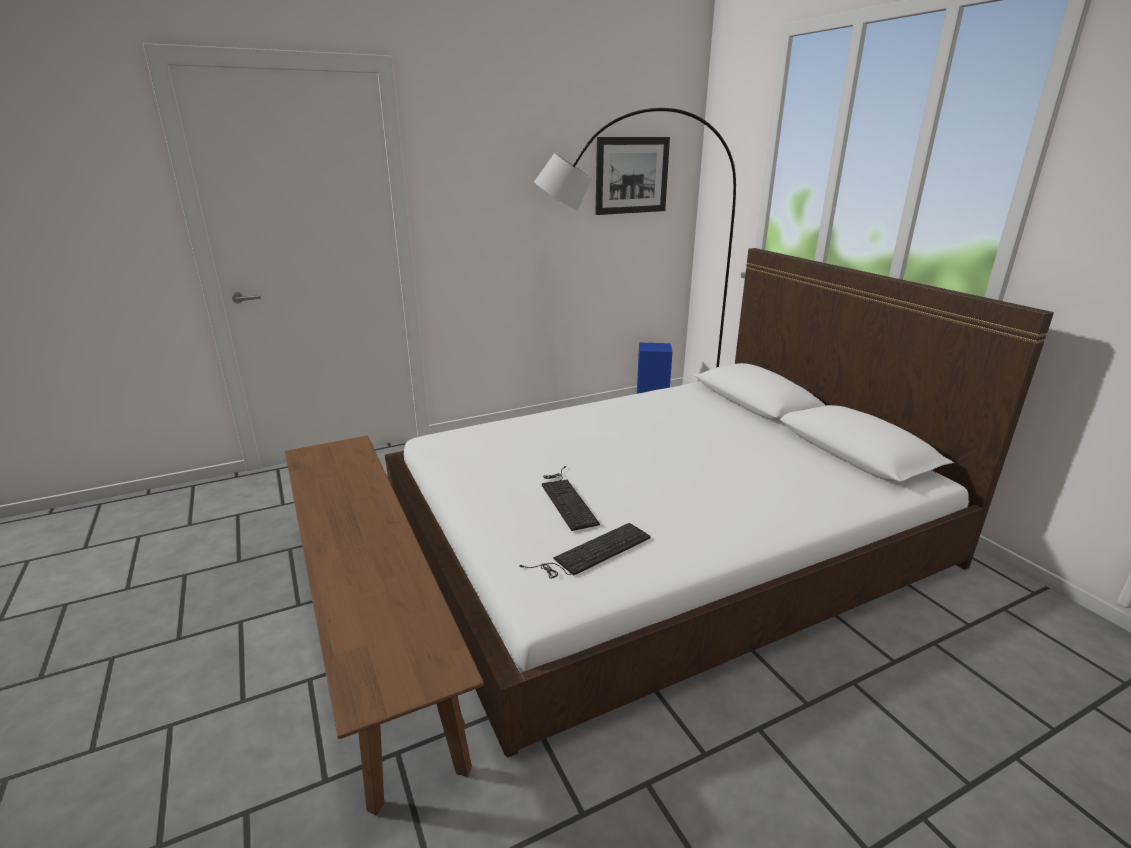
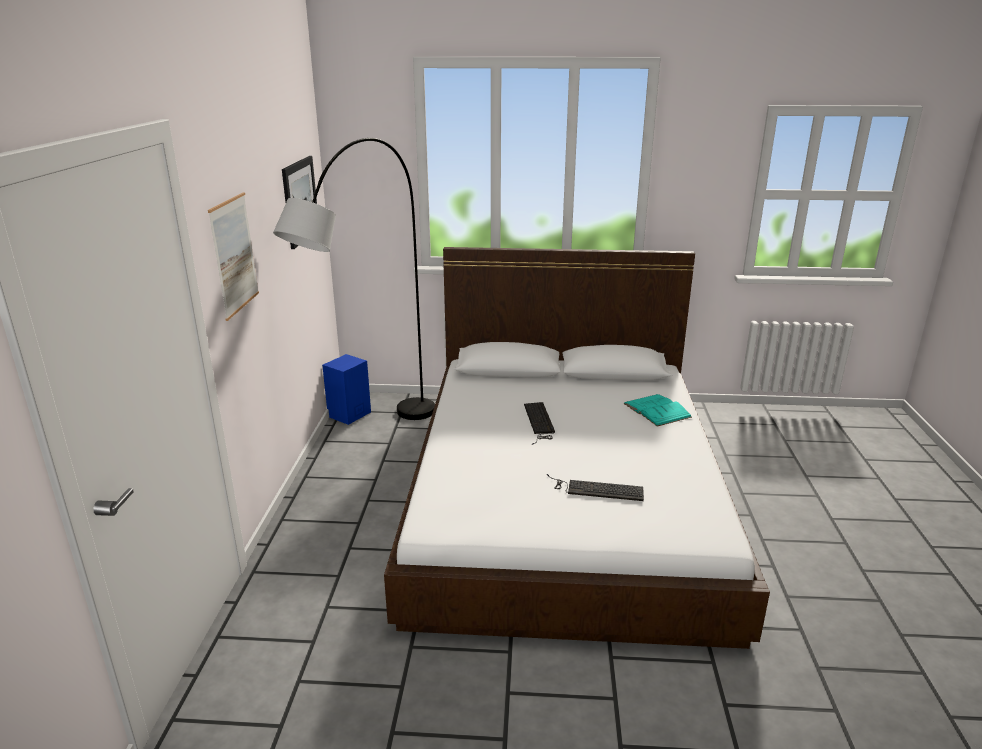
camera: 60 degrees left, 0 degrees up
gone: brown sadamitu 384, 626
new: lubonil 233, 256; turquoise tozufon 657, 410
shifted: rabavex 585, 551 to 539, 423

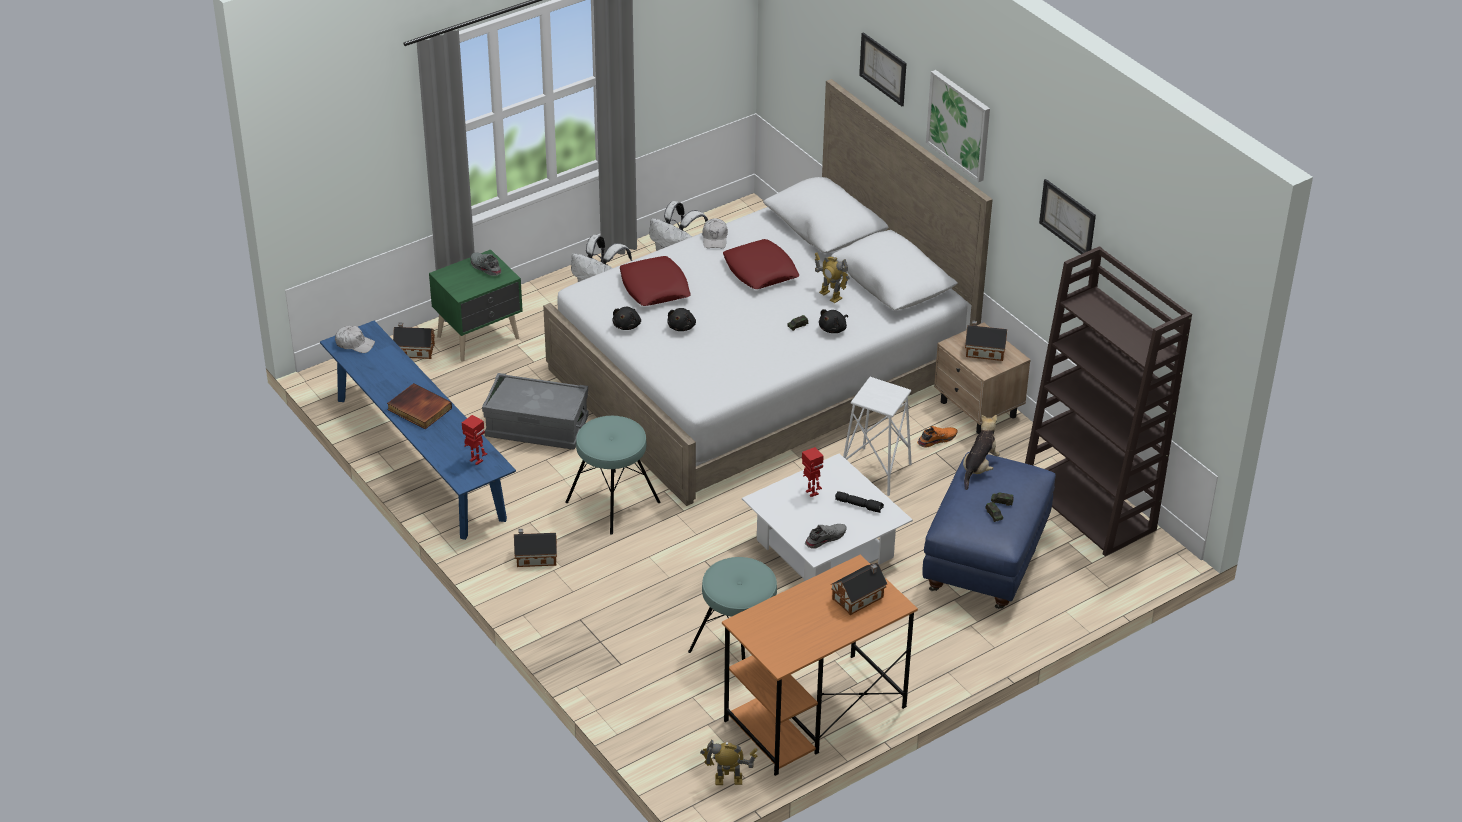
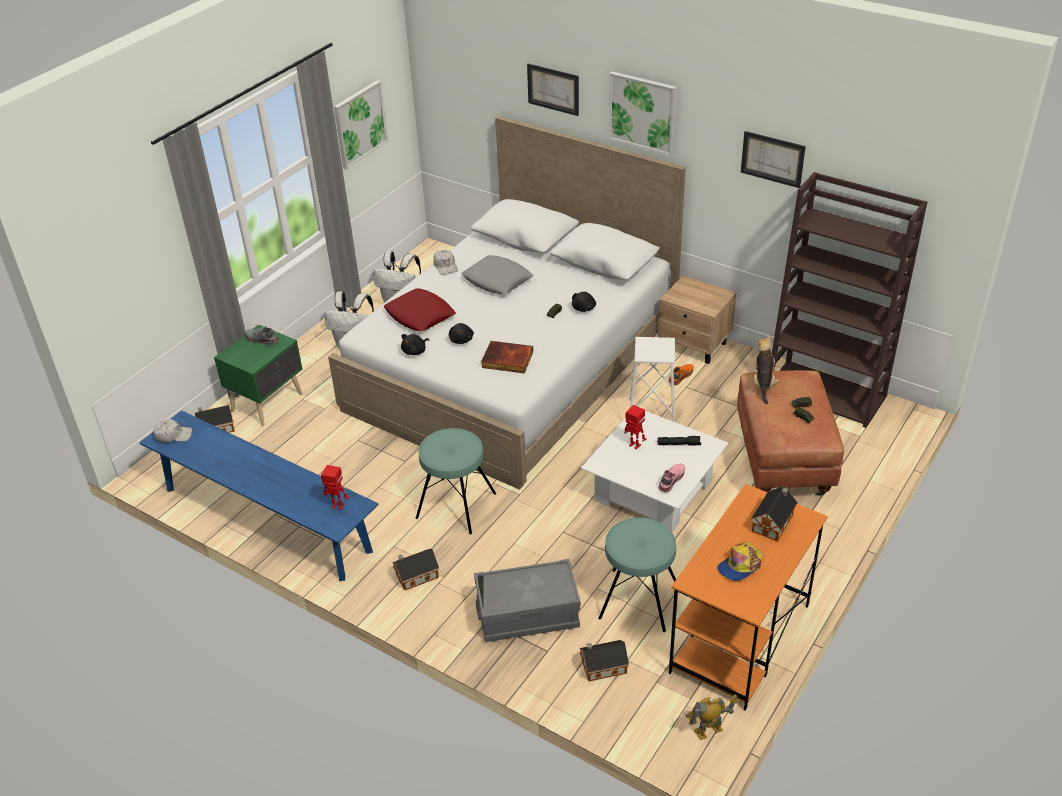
camera: 20 degrees left, 0 degrees up
gone: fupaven 832, 278
new: lubonil 361, 124; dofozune 740, 561
shifted: tozufon 419, 406 to 507, 357; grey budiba 535, 411 to 527, 600; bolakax 986, 341 to 604, 660
repainted: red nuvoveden 761, 264 to grey nuvoveden 497, 274; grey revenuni 825, 536 to pink revenuni 671, 477; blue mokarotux 989, 530 to brown mokarotux 790, 433
rotated: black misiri 627, 318 = 415, 344 45 degrees clockwise

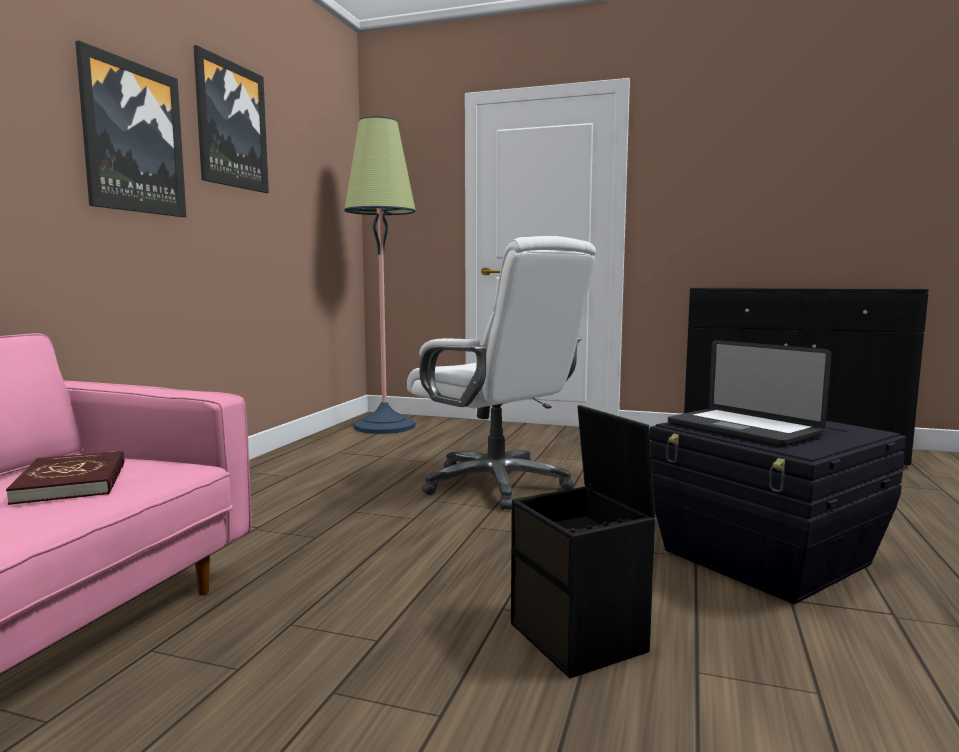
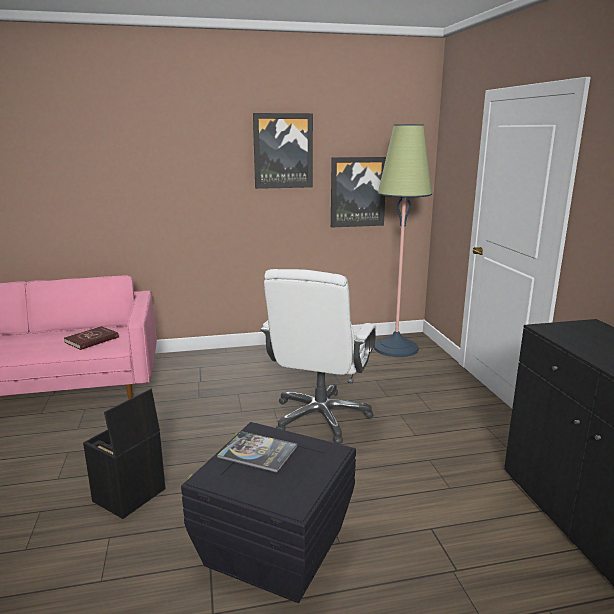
camera: 60 degrees right, 10 degrees up
shifted: lubonil 130, 129 to 358, 192
swapped: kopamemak 749, 393 to tozufon 257, 452

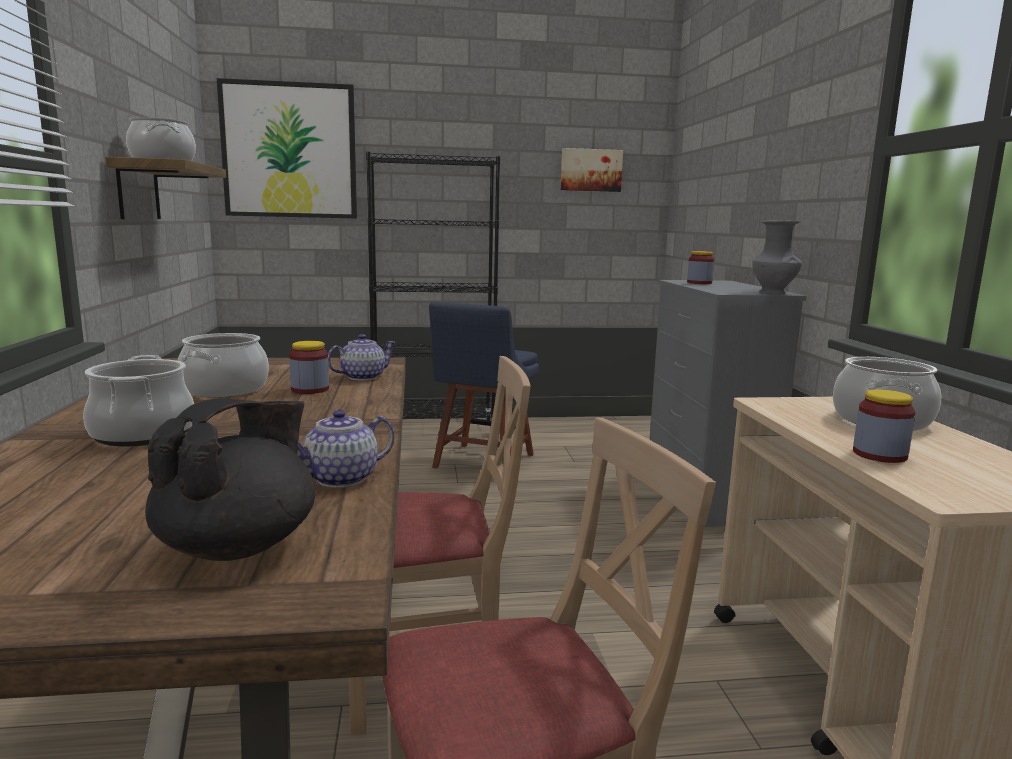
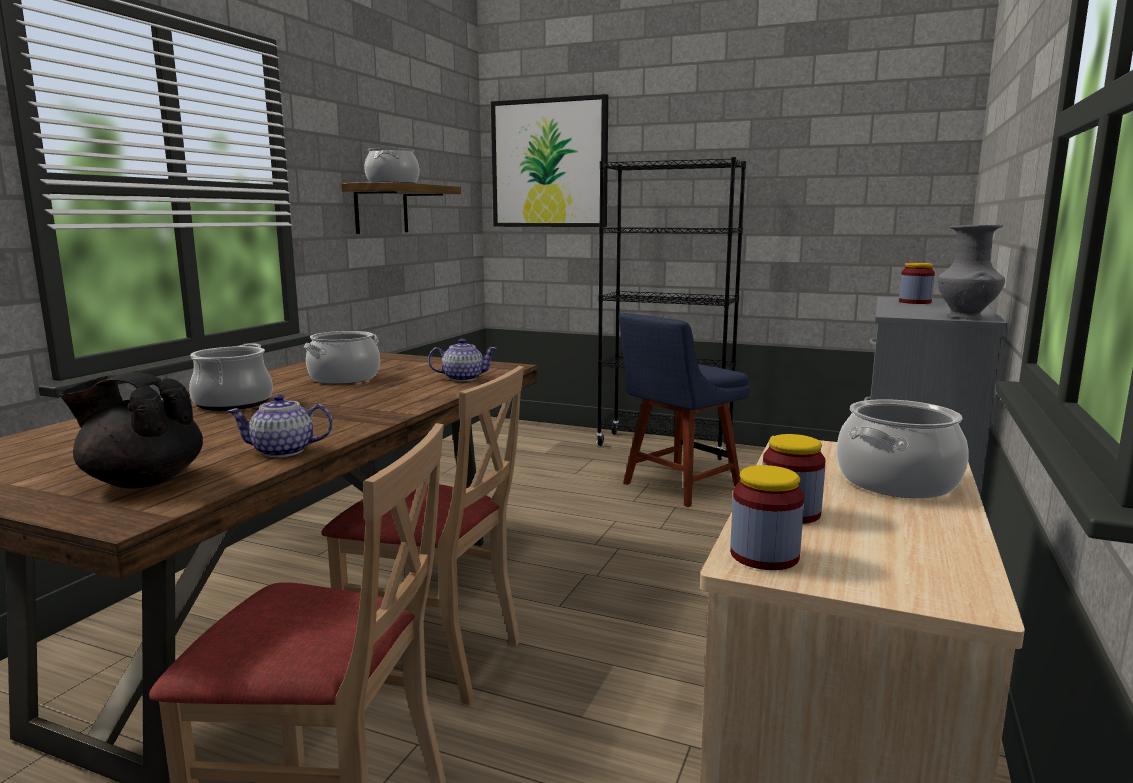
camera: 30 degrees right, 0 degrees up
gone: lubonil 591, 170
shifted: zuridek 309, 367 to 767, 517
rotated: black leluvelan 230, 480 = 131, 430 135 degrees counterclockwise

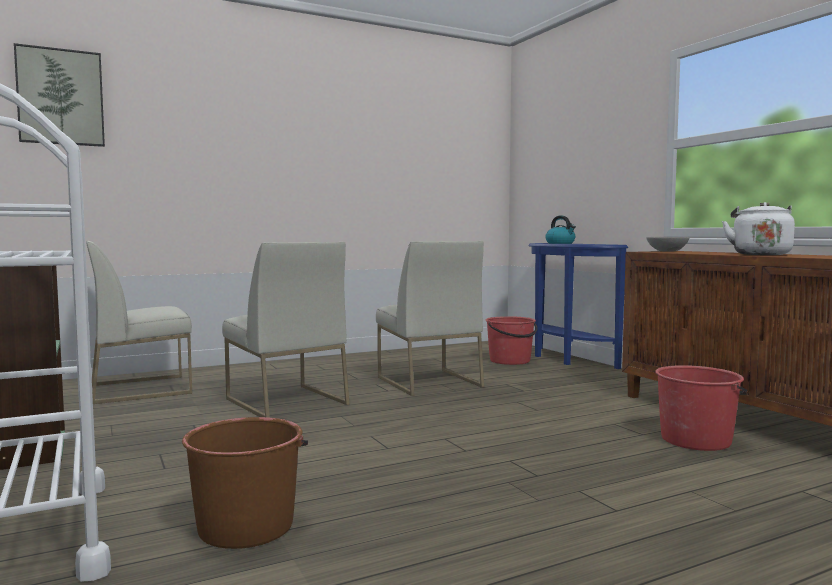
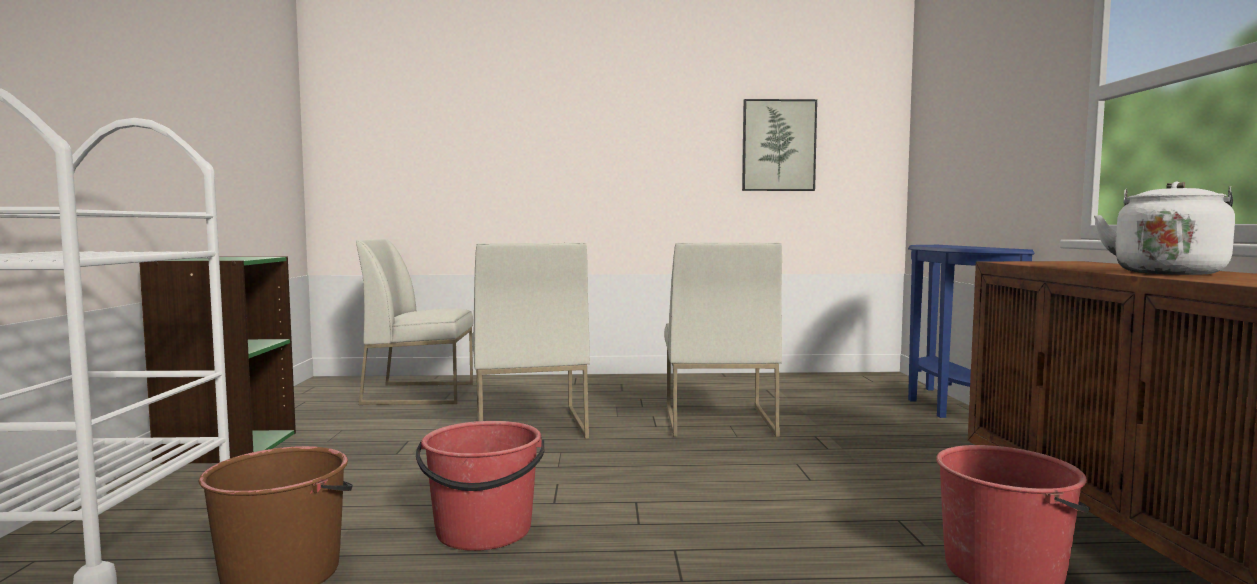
camera: 25 degrees right, 0 degrees up
gone: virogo 560, 230; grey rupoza 667, 244
shifted: lubonil 59, 95 to 779, 145; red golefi 512, 340 to 480, 486

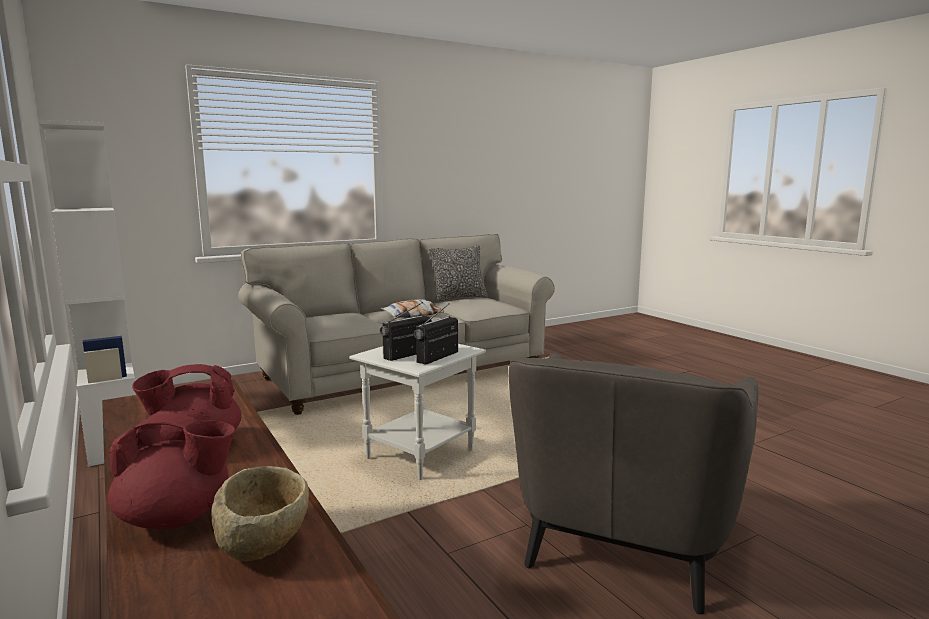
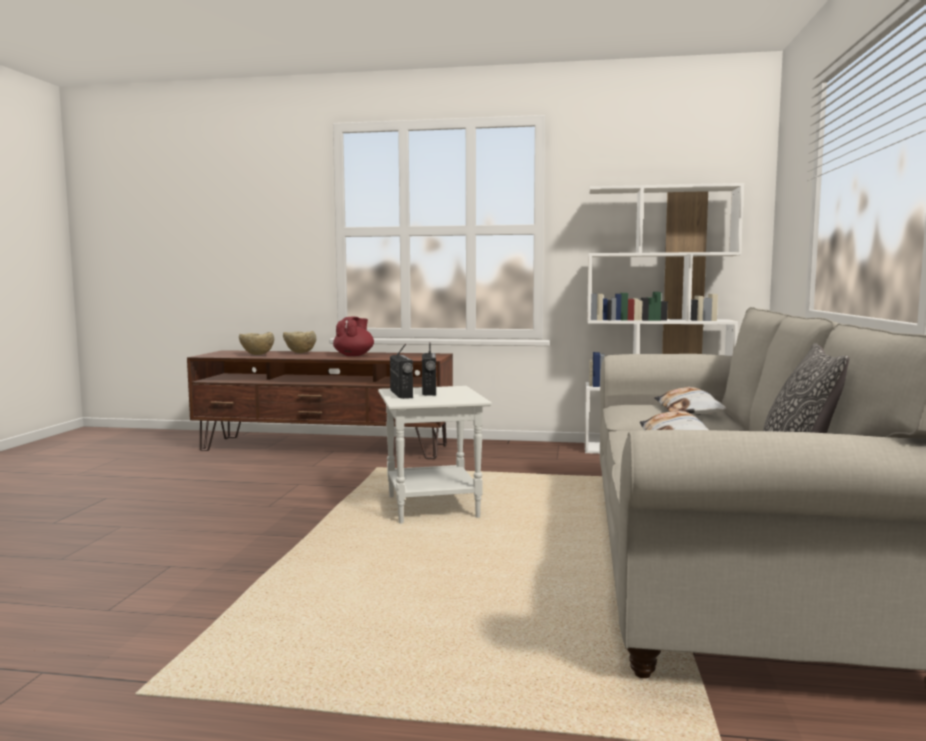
camera: 130 degrees right, 5 degrees down
gone: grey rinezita 634, 483
new: nuvoveden 690, 401
swapped: red leluvelan 171, 471 to beige rupoza 299, 342

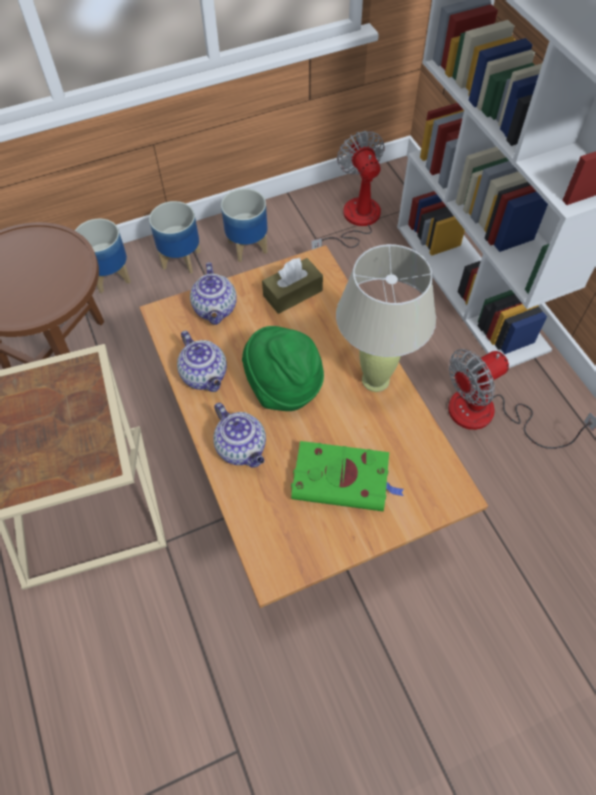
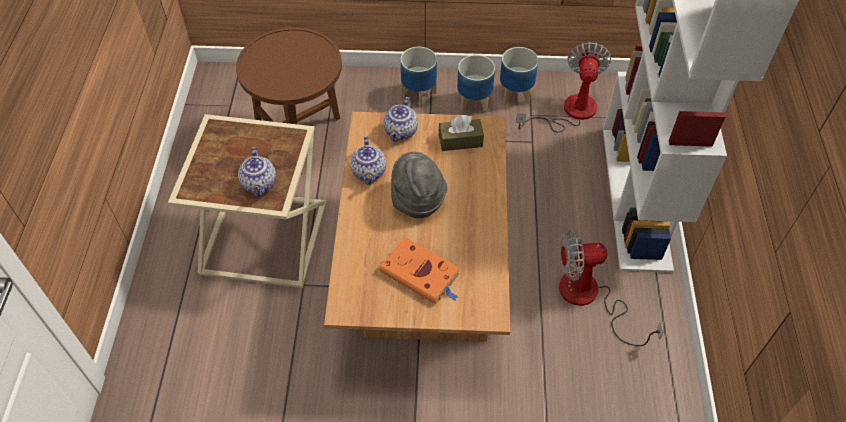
camera: 25 degrees right, 5 degrees down
gone: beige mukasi 386, 318
shifted: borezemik 103, 256 to 519, 75; leluvelan 239, 435 to 257, 172
repainted: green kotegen 283, 368 to grey kotegen 419, 185; green tozufon 347, 476 to orange tozufon 419, 270

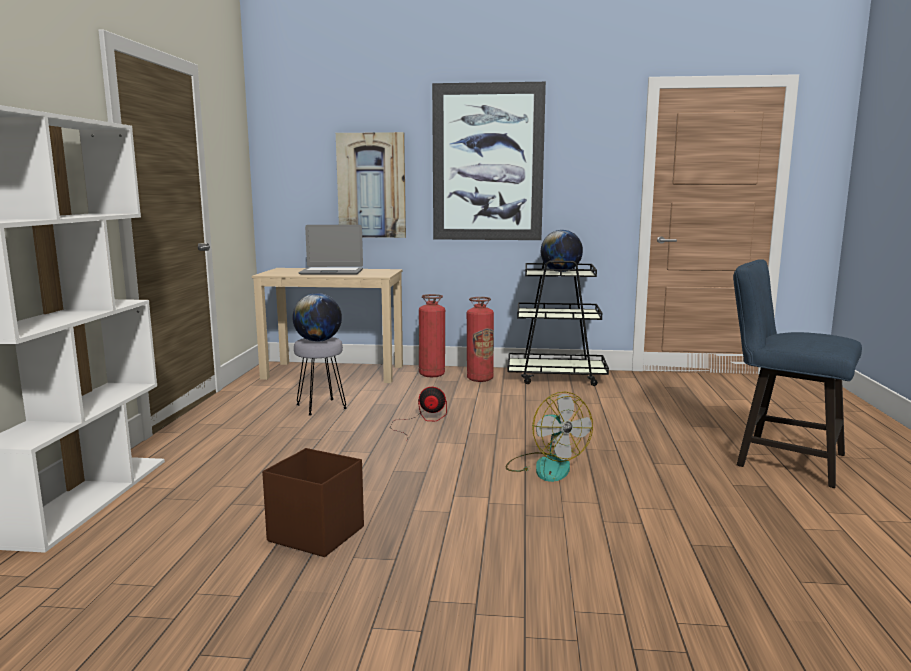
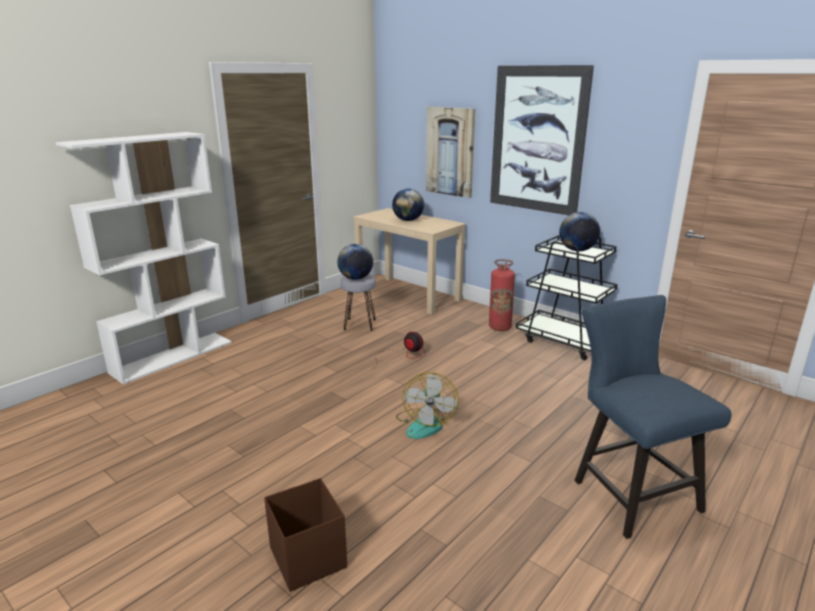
camera: 35 degrees right, 10 degrees up
gone: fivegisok 432, 335
shifted: brown budiba 313, 502 to 305, 535
swapped: kopamemak 330, 250 to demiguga 408, 204

